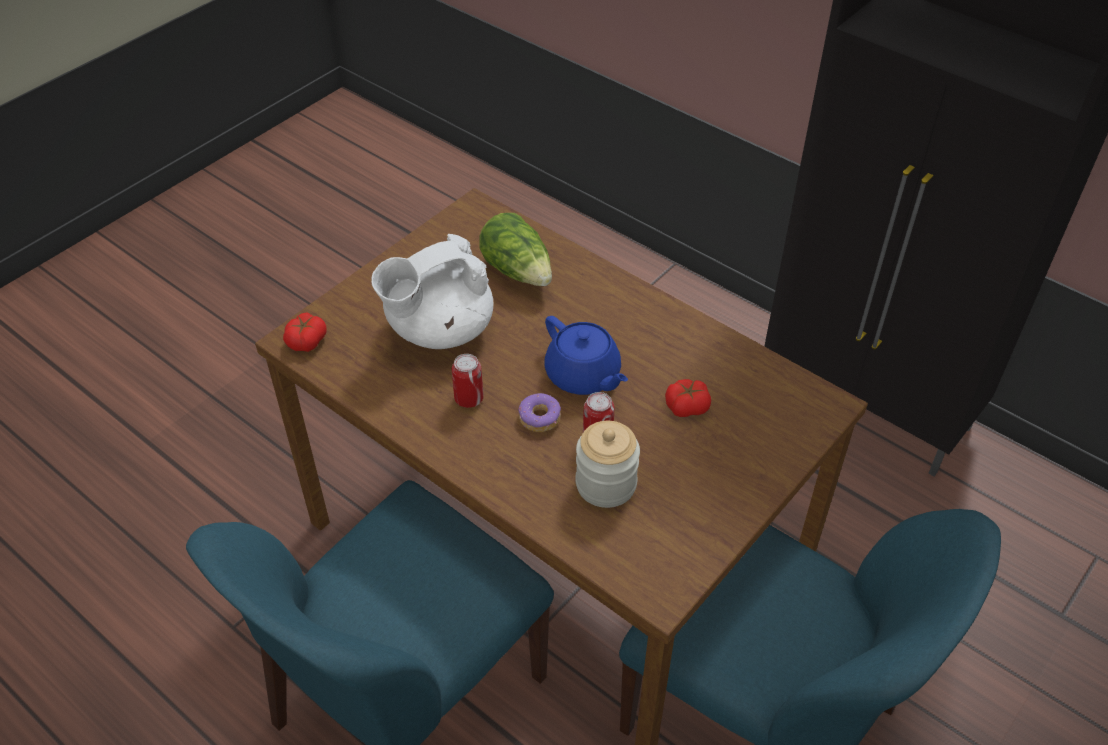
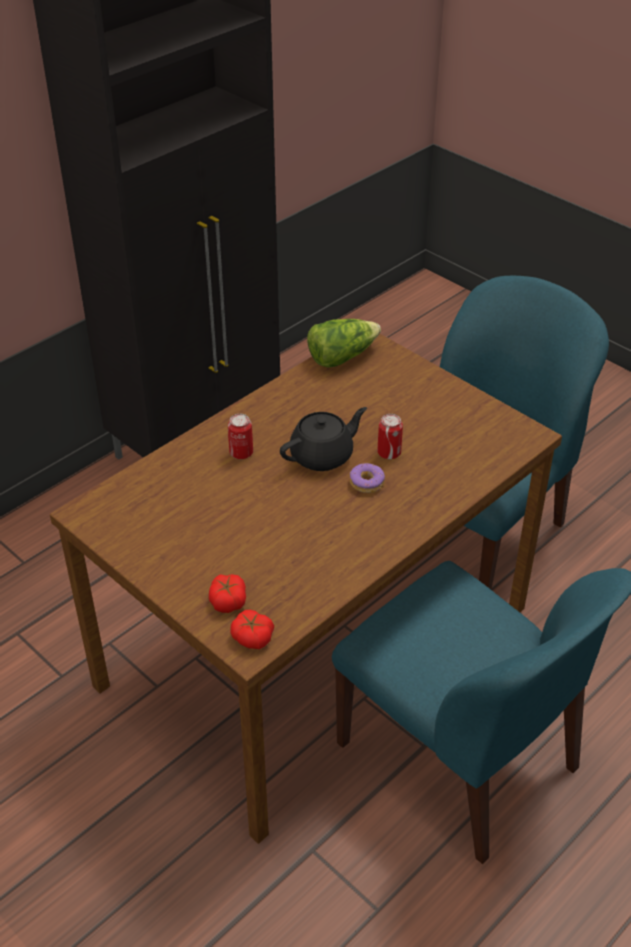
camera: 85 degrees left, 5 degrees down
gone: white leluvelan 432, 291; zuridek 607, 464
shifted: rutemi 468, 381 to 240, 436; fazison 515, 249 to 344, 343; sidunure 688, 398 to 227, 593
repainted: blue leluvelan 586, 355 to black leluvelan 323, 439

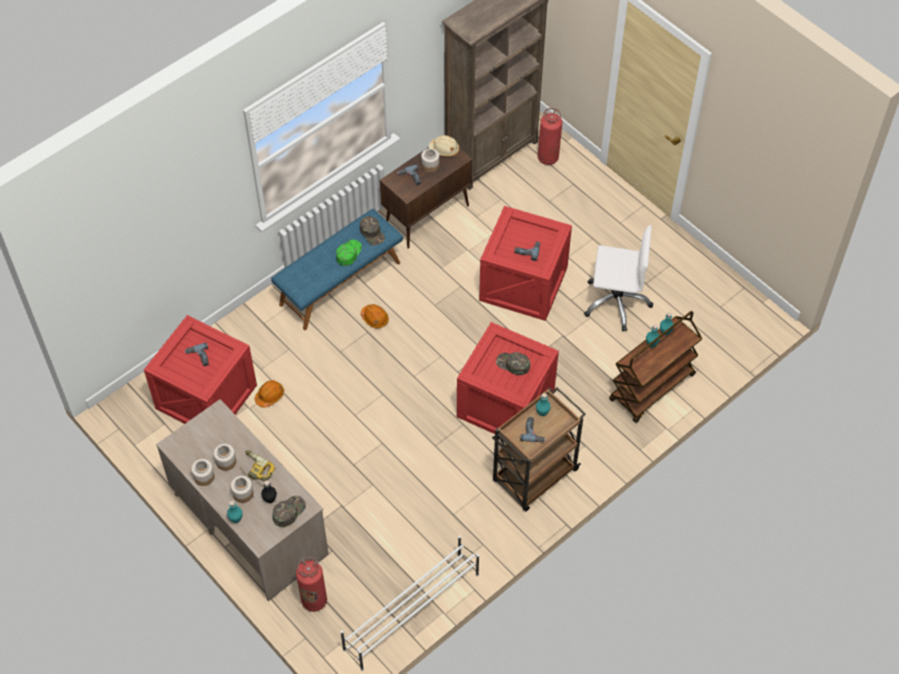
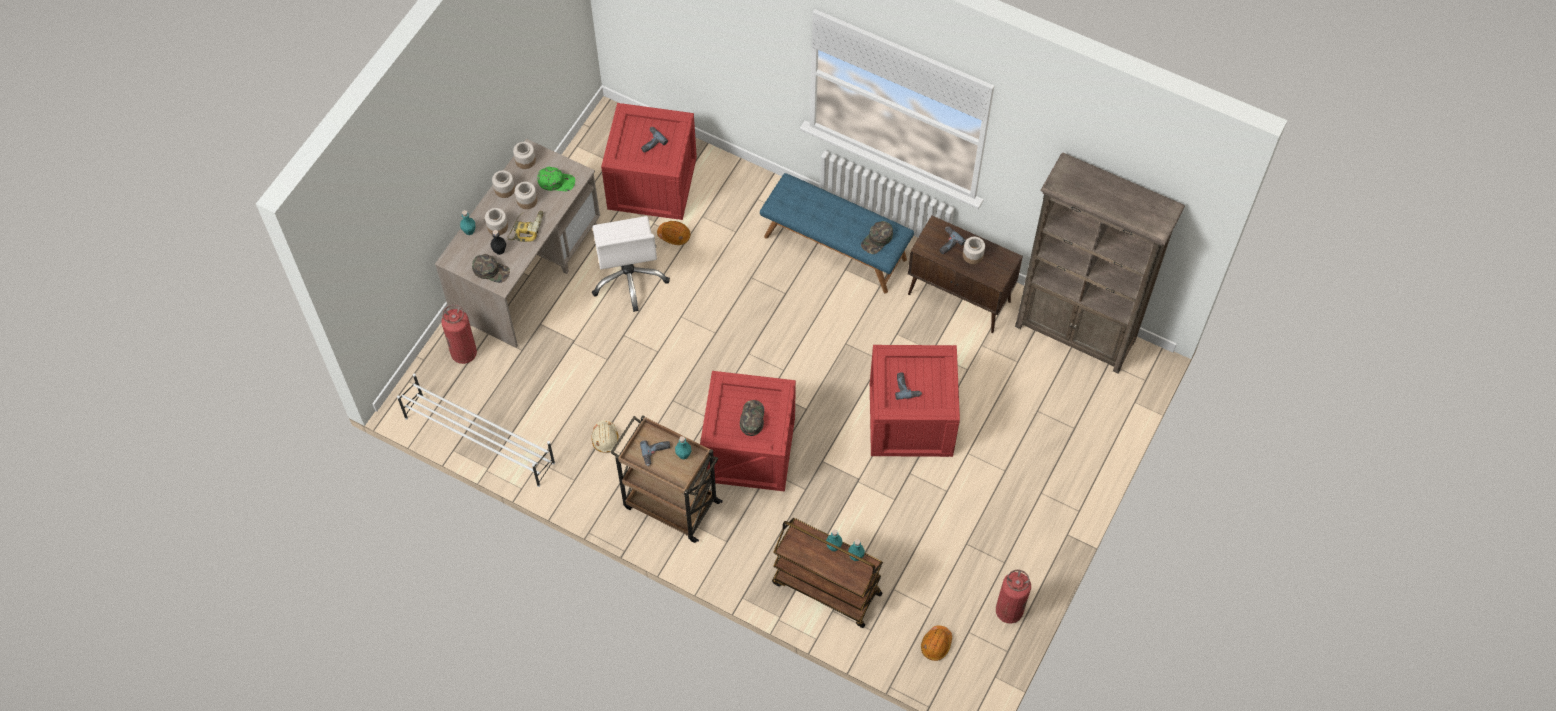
camera: 70 degrees right, 5 degrees up
new: zuridek 524, 155
shifted: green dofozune 349, 253 to 556, 179; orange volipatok 375, 316 to 936, 643; beige volipatok 444, 146 to 605, 436; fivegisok 550, 136 to 1013, 597; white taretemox 618, 278 to 631, 264

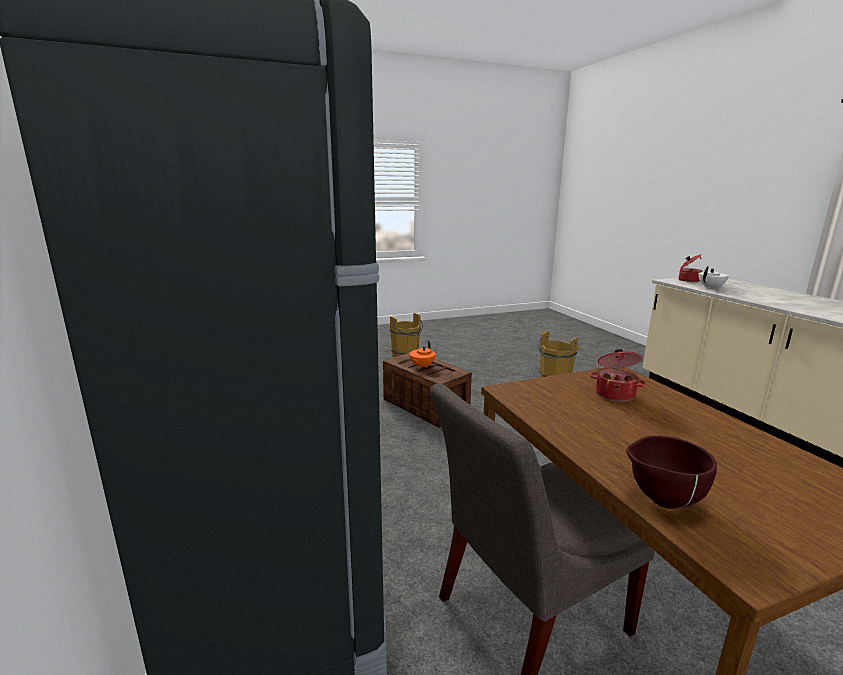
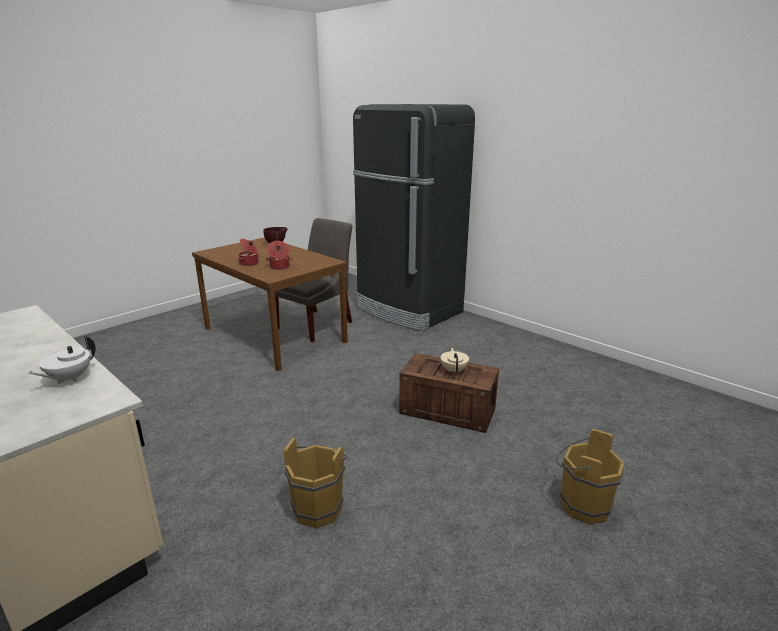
camera: 155 degrees right, 5 degrees up
shifted: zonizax 690, 268 to 248, 252
repainted: orange leluvelan 422, 355 to beige leluvelan 455, 361

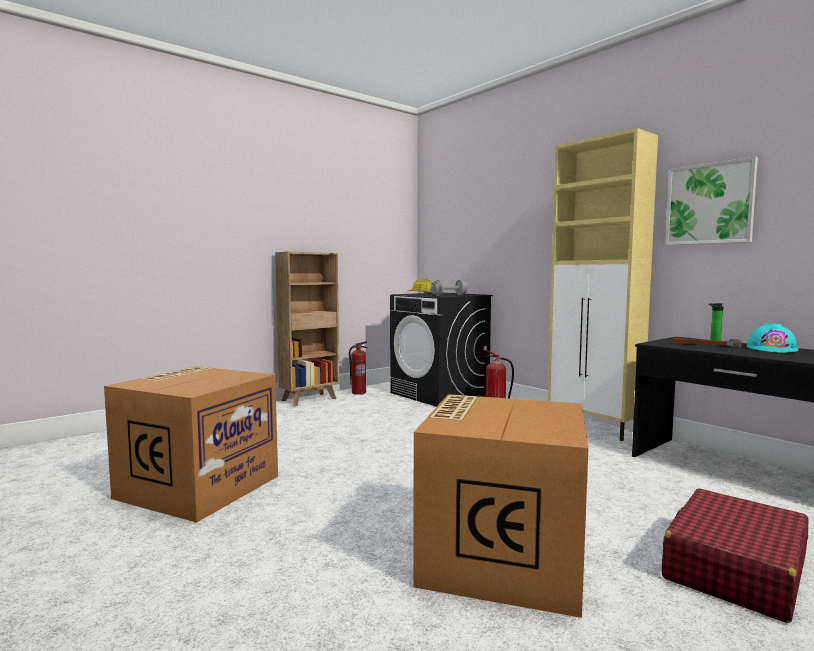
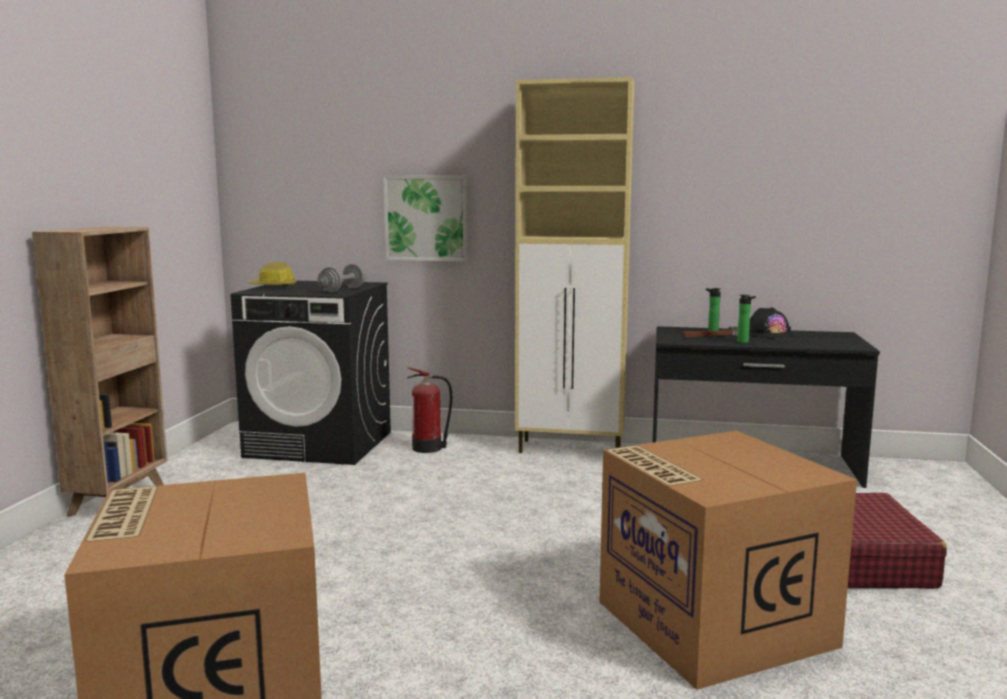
camera: 40 degrees left, 5 degrees up
gone: fivegisok 358, 368
new: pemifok 746, 319
shifted: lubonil 711, 200 to 425, 218
repainted: turquoise volipatok 772, 338 to black volipatok 771, 323

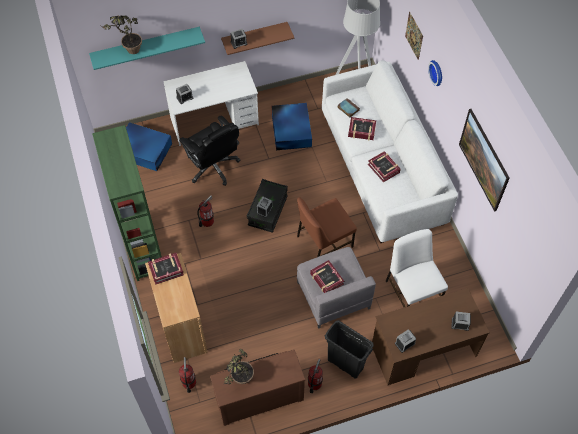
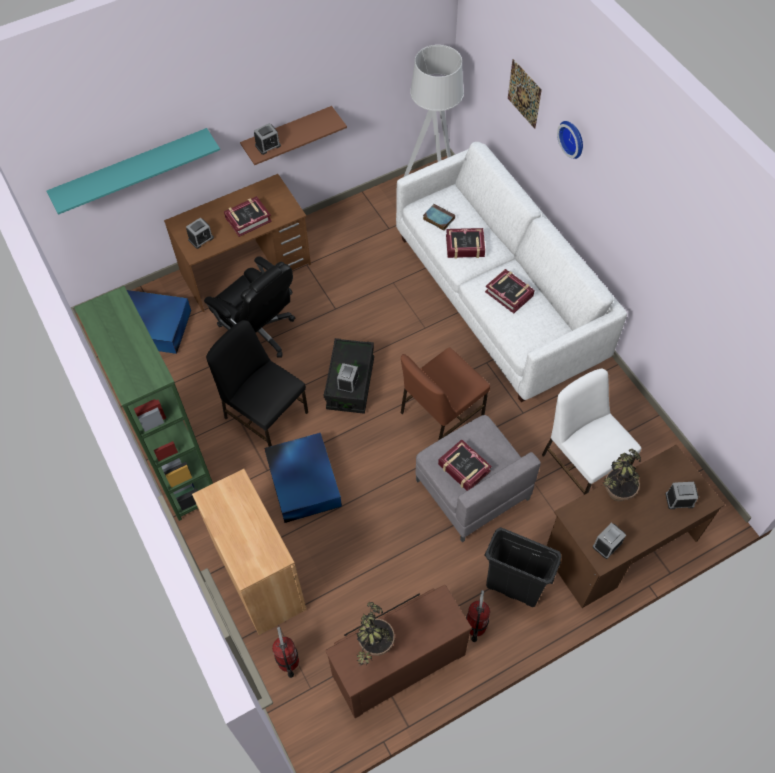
camera: 10 degrees left, 0 degrees up
gone: lubonil 484, 160
shifted: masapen 120, 34 to 621, 475; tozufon 166, 269 to 248, 216; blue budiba 292, 126 to 303, 478
swapped: fivegisok 205, 211 to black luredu 257, 383
repainted: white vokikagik 211, 103 to brown vokikagik 237, 243

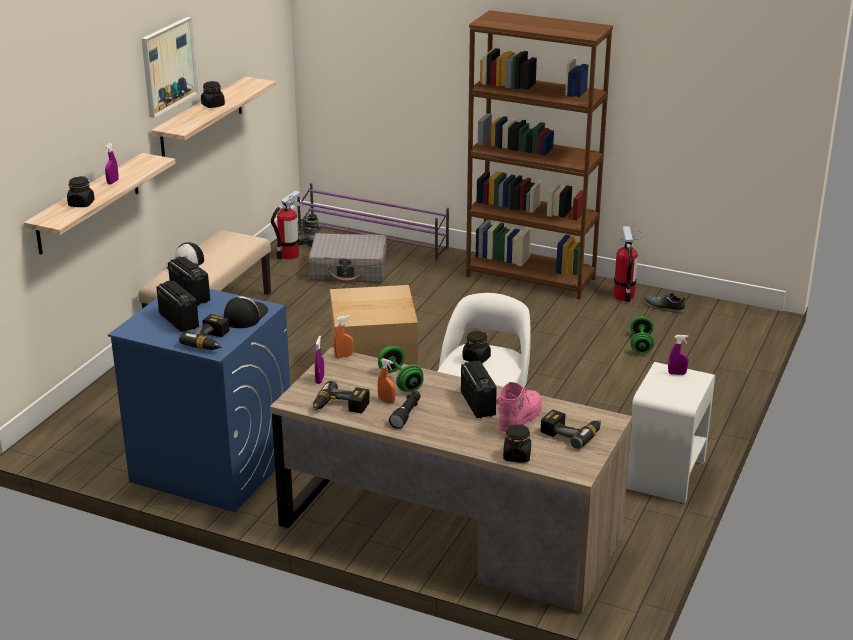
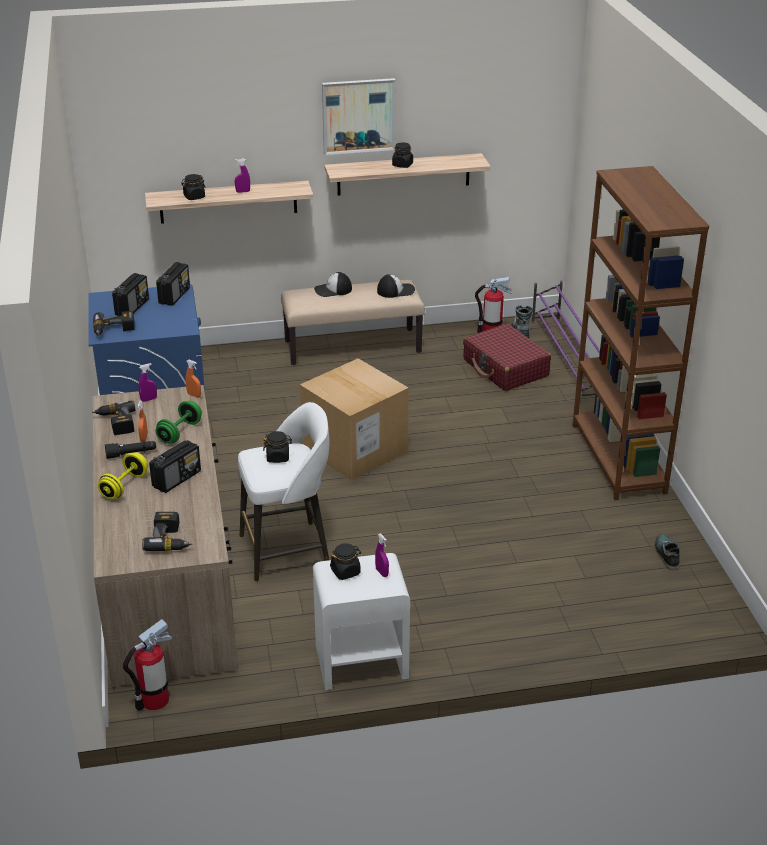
camera: 55 degrees right, 5 degrees up
gone: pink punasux 519, 408; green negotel 642, 335
new: yellow negotel 123, 475
shifted: dofozune 246, 312 to 396, 286; black zuridek 517, 443 to 345, 561; fivegisok 627, 264 to 147, 665
repainted: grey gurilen 347, 258 to red gurilen 507, 357

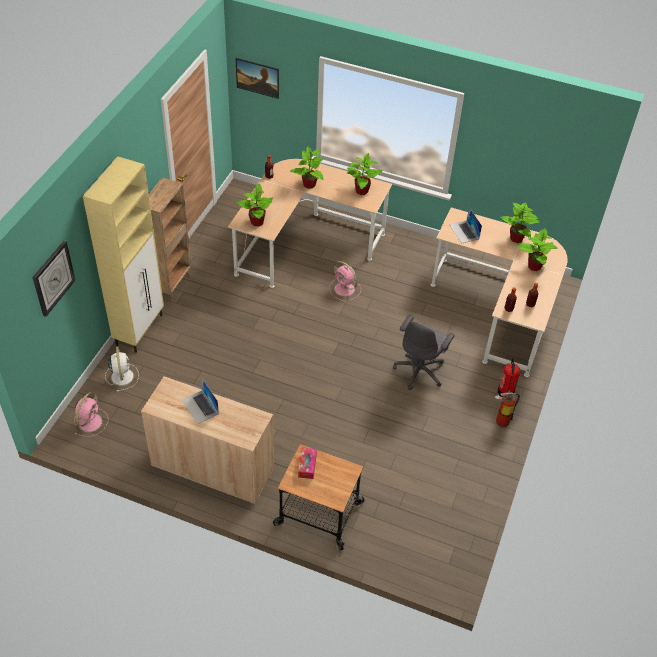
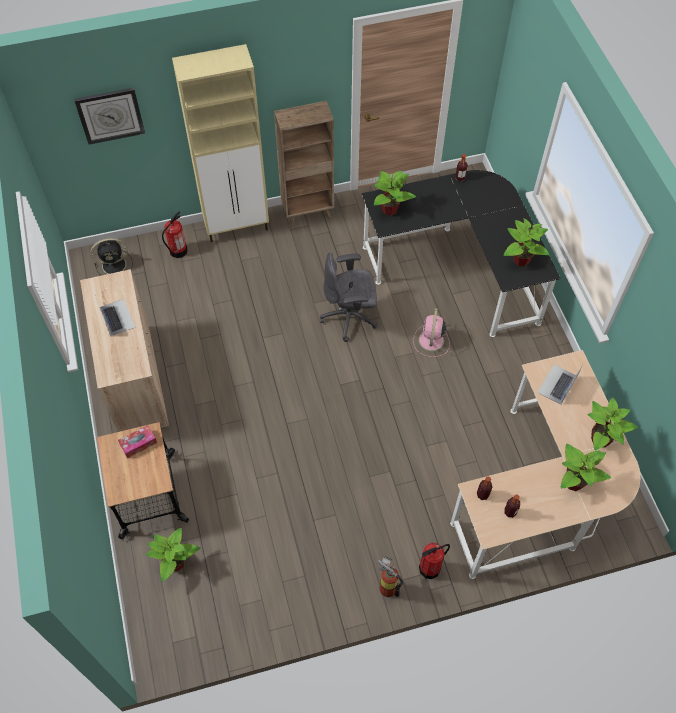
camera: 55 degrees right, 10 degrees up
gone: lubonil 257, 78
shifted: masapen 306, 167 to 173, 555; grey taretemox 424, 352 to 348, 297
swapped: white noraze 122, 369 to fivegisok 175, 234
repainted: pink noraze 91, 414 to black noraze 112, 257; beige vokikagik 310, 223 to black vokikagik 461, 253
rotated: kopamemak 200, 400 = 114, 315 135 degrees clockwise

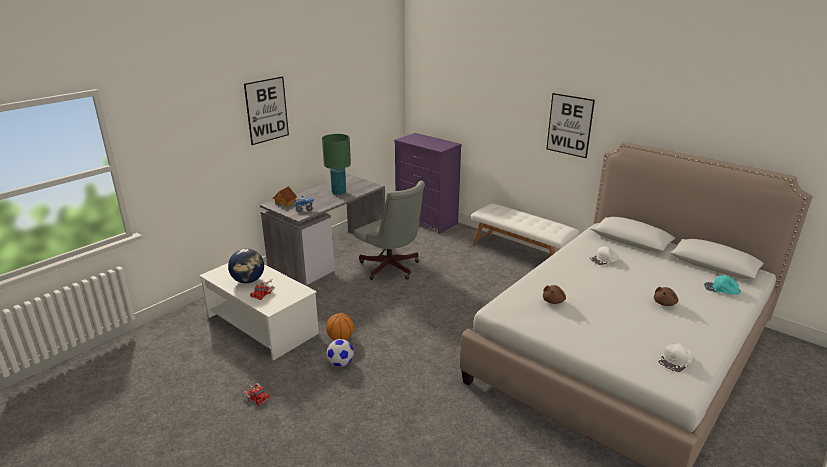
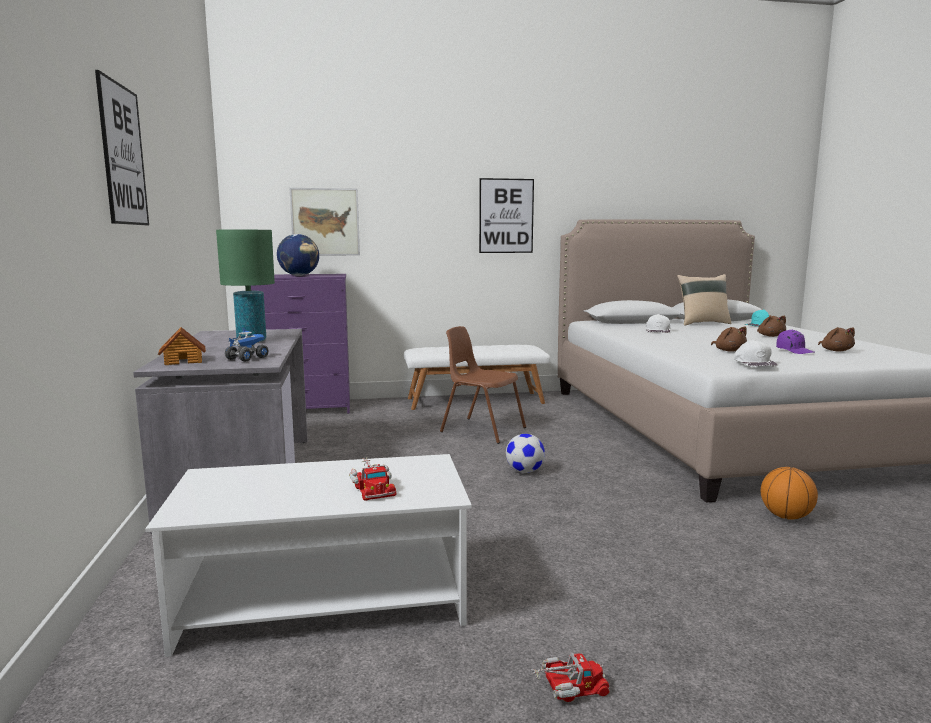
camera: 50 degrees left, 15 degrees down
gone: grey taretemox 389, 230
new: lubonil 324, 222; brown luredu 483, 385; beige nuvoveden 704, 300; purple dofozune 795, 341; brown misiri 836, 339
shifted: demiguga 246, 266 to 298, 255; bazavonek 340, 326 to 789, 493; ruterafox 340, 353 to 525, 453; white dofozune 675, 357 to 755, 353

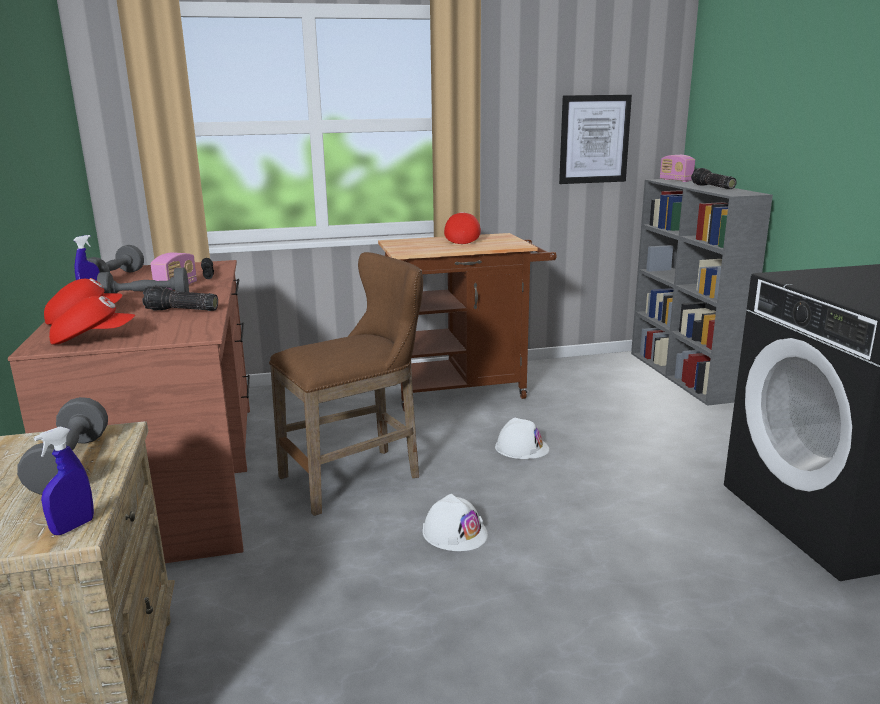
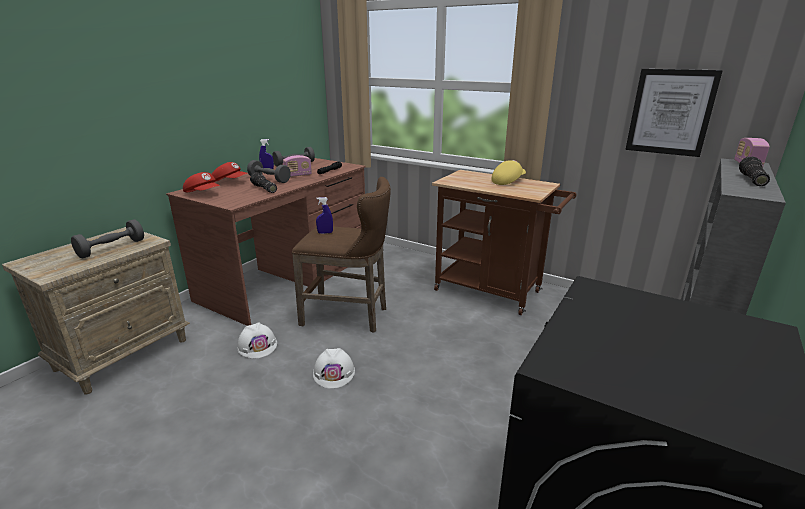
camera: 45 degrees right, 5 degrees up
shifted: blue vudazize 64, 481 to 324, 215; white volipatok 522, 438 to 257, 340
repainted: red dofozune 462, 228 to yellow dofozune 509, 172

